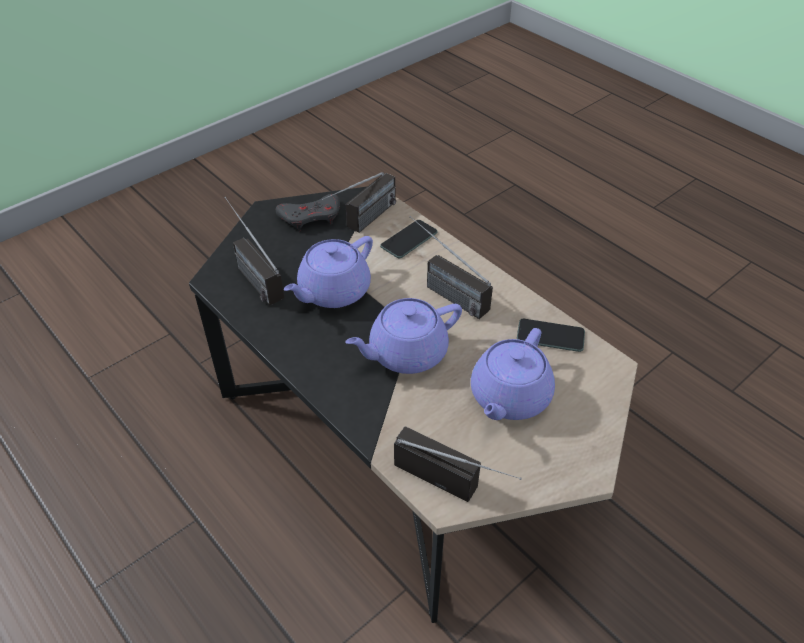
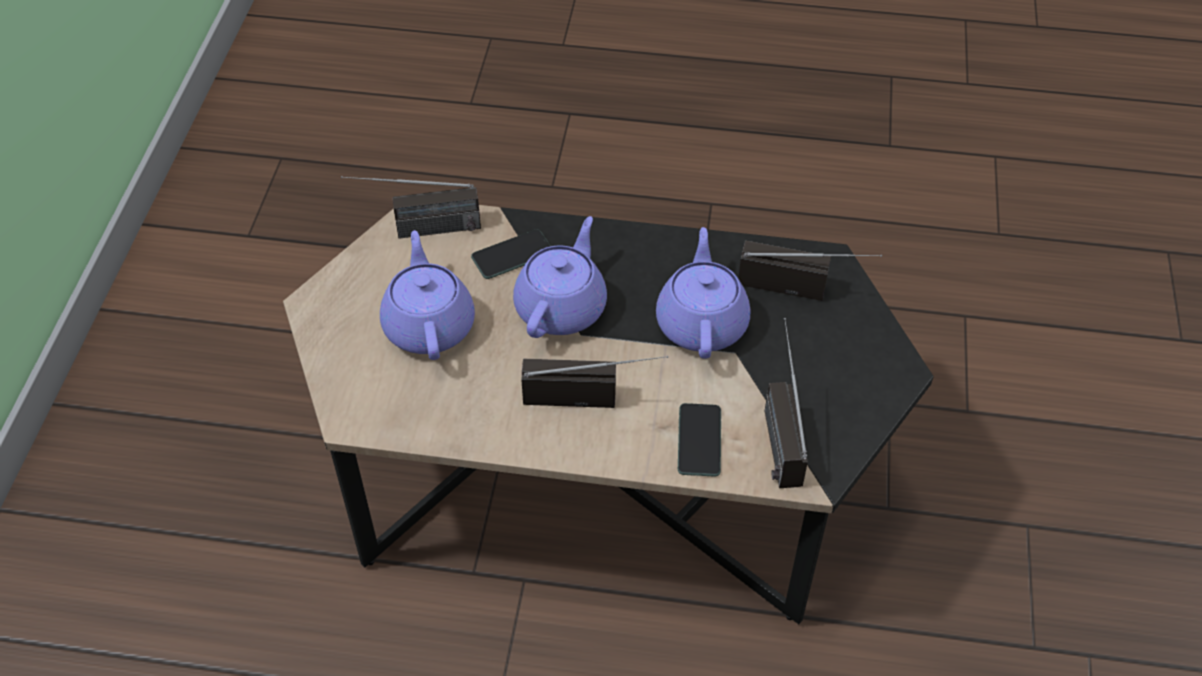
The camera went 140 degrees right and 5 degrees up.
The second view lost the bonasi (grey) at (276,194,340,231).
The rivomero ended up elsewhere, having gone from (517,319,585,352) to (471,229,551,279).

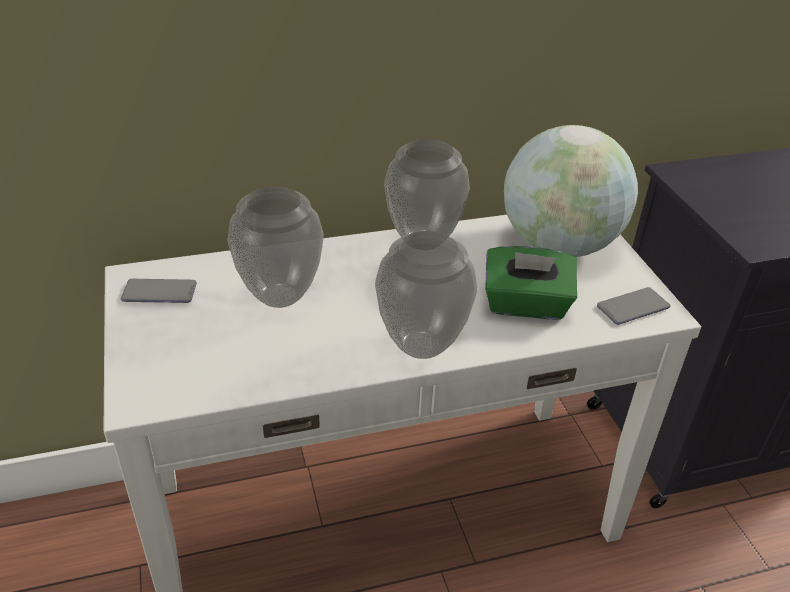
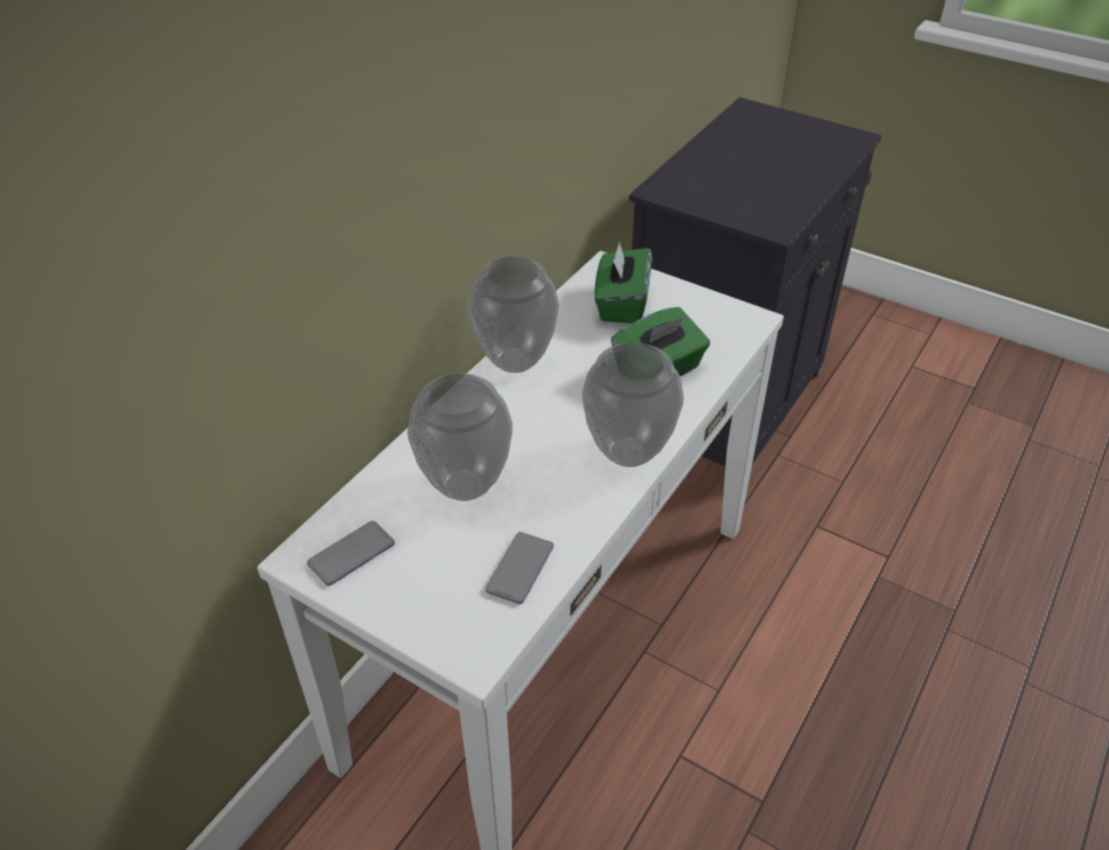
The camera went 40 degrees left and 5 degrees up.
Where the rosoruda stood at (504,125,638,257), the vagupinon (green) came to stand at (595,242,652,323).
The rivomero ended up elsewhere, having gone from (597,287,670,325) to (485,532,554,604).

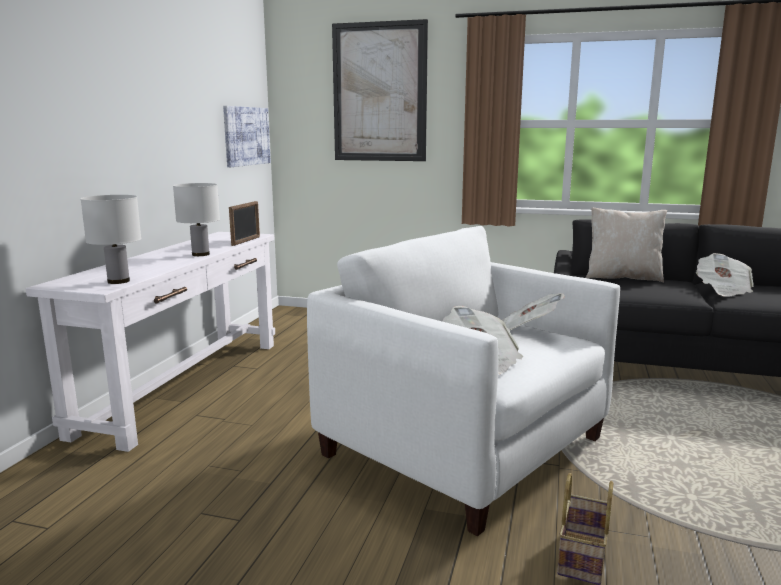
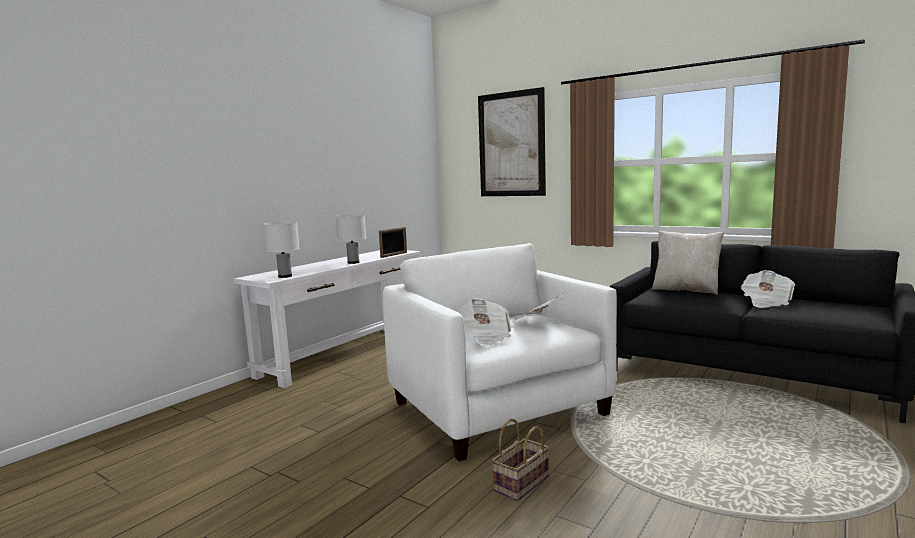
The camera went 20 degrees right and 5 degrees down.
The second view lost the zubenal at (223,106,271,167).

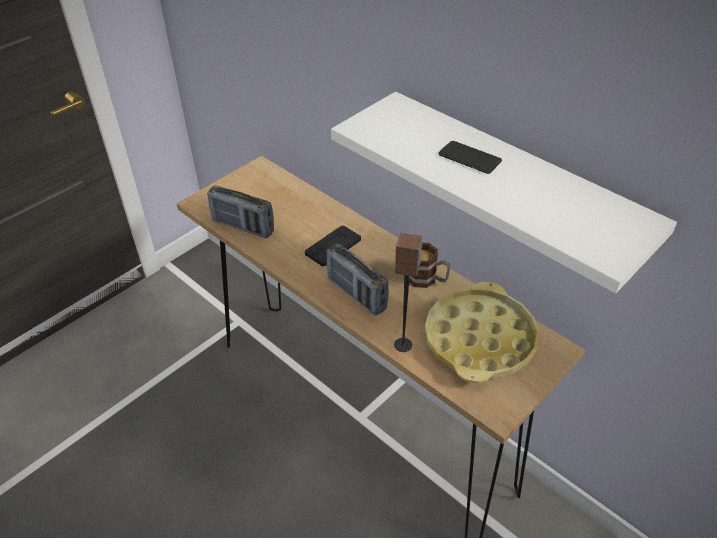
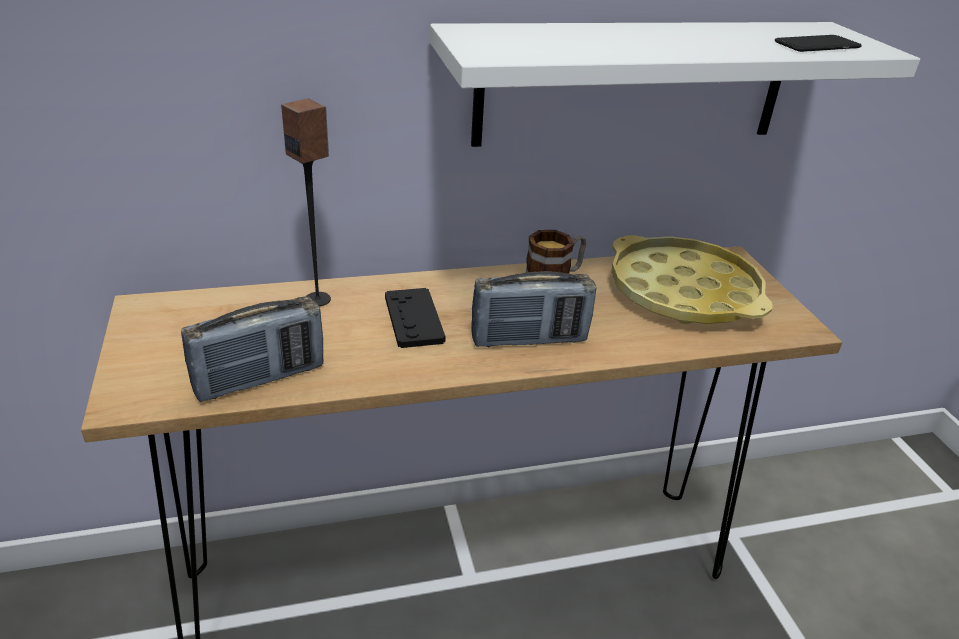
The camera went 60 degrees left and 10 degrees down.
The rivomero ended up elsewhere, having gone from (438,141,502,174) to (775,35,862,52).
The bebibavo ended up elsewhere, having gone from (394,233,423,352) to (281,99,331,306).

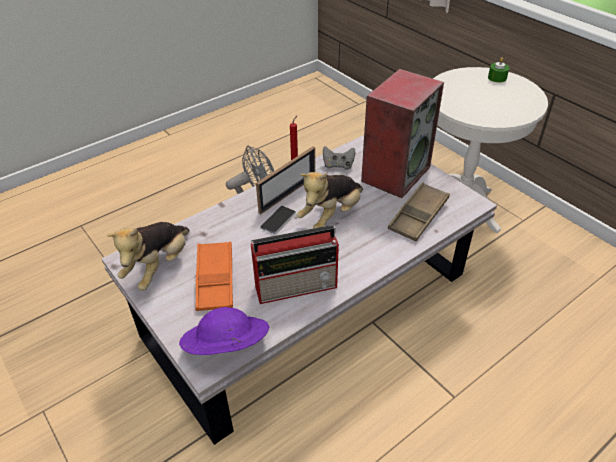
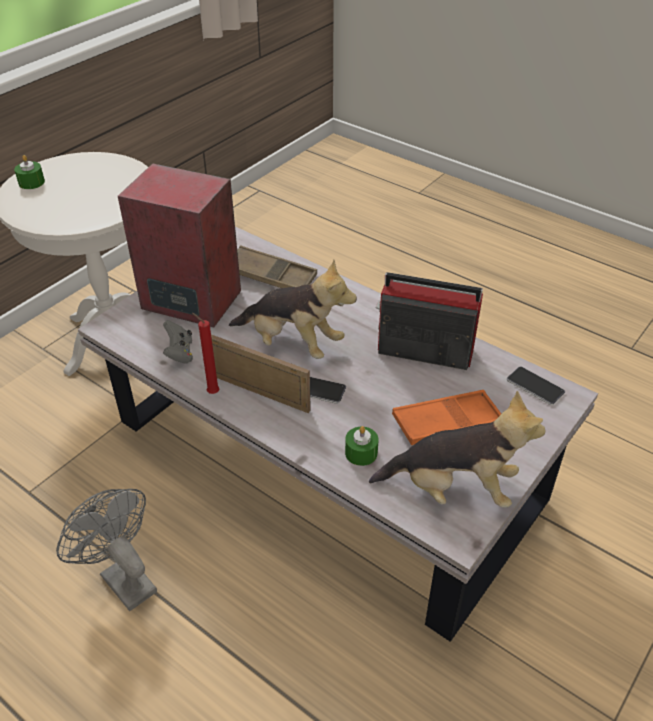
The camera went 105 degrees left and 0 degrees up.
The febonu at (251,226,340,304) ended up facing another way, 45 degrees counterclockwise from before.
Where the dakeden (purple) stood at (179,307,269,355), the rivomero came to stand at (507,367,565,405).
The second view gained the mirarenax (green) at (345,426,378,466).

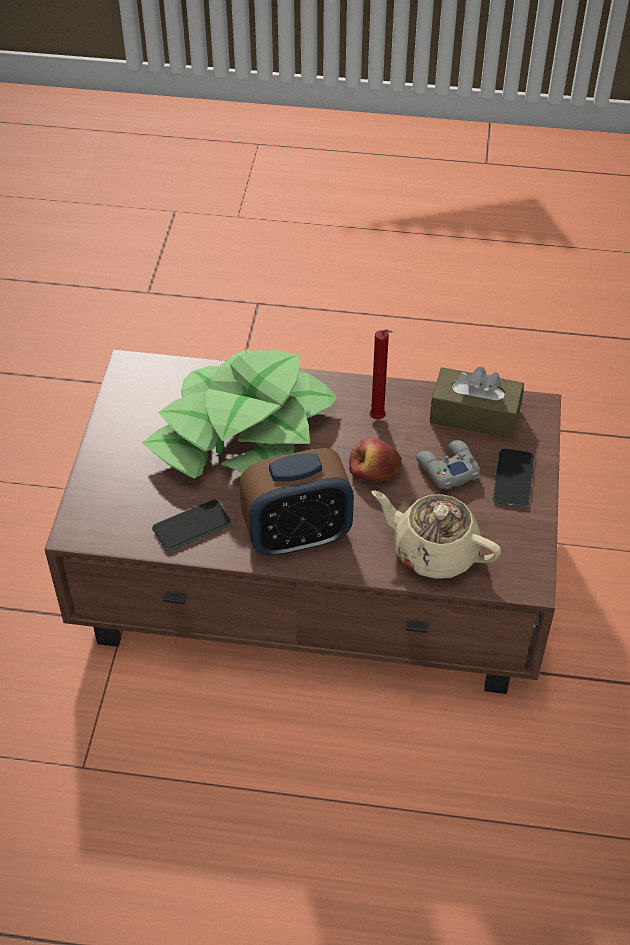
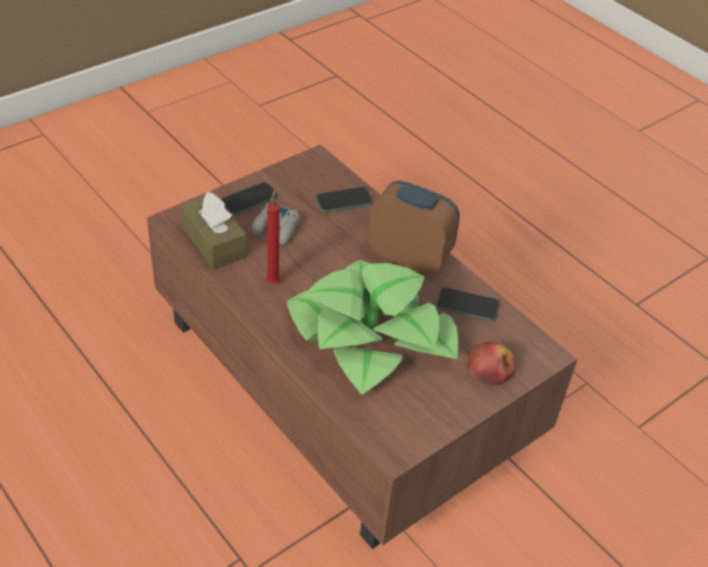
The camera went 140 degrees left and 5 degrees down.
The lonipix ended up elsewhere, having gone from (349,438,402,482) to (467,342,516,385).
Where the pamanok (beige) stood at (371,490,501,579), the rivomero came to stand at (315,187,373,213).

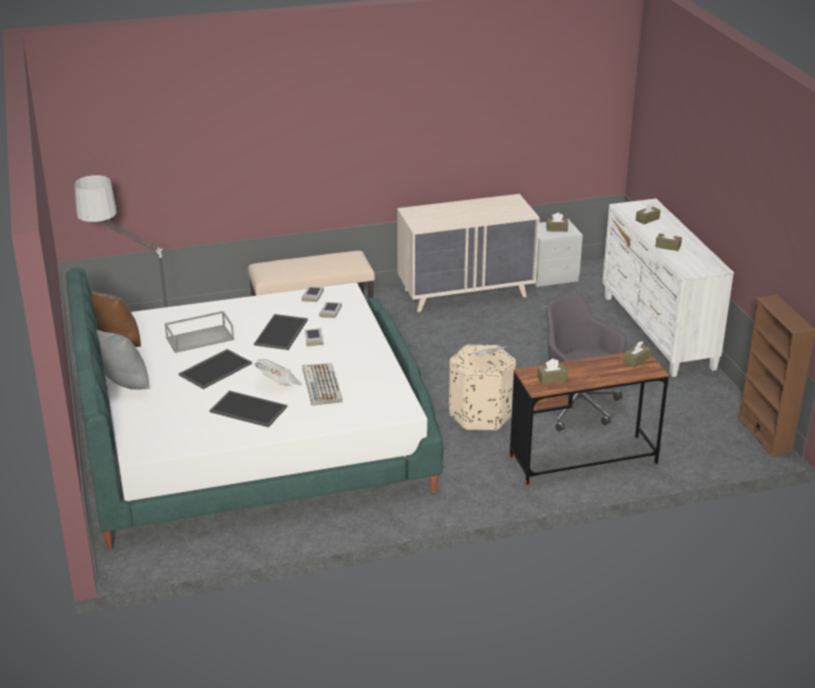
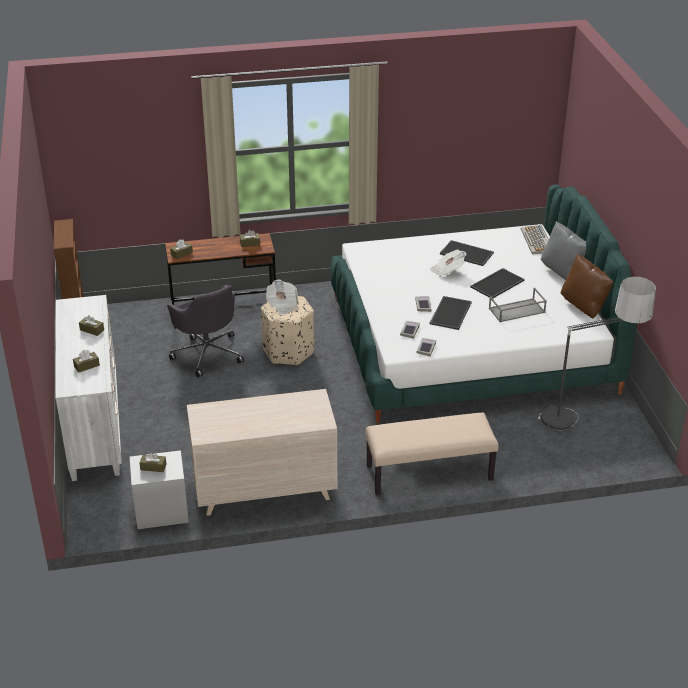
The camera went 175 degrees left and 5 degrees up.
The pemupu ended up elsewhere, having gone from (302,363,343,405) to (521,225,549,254).

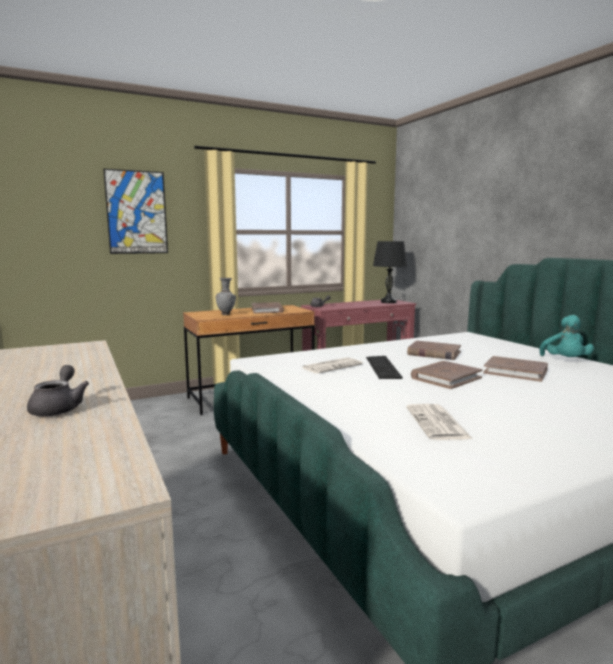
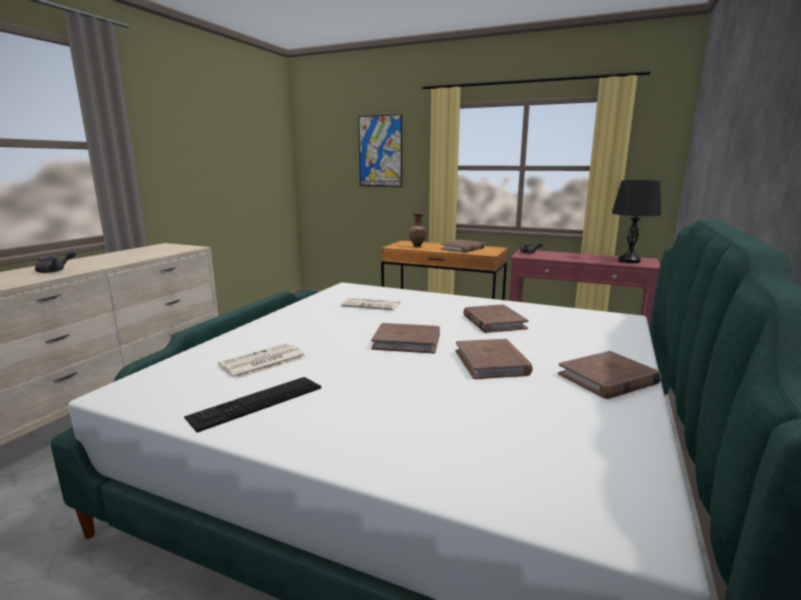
The camera went 50 degrees right and 5 degrees up.
What was the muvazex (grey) at (216,278,236,315) turned into the muvazex (brown) at (409,212,427,248).
Where the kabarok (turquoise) stood at (540,315,594,357), the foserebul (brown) came to stand at (558,351,662,399).
The pemupu ended up elsewhere, having gone from (366,356,402,379) to (184,377,321,433).

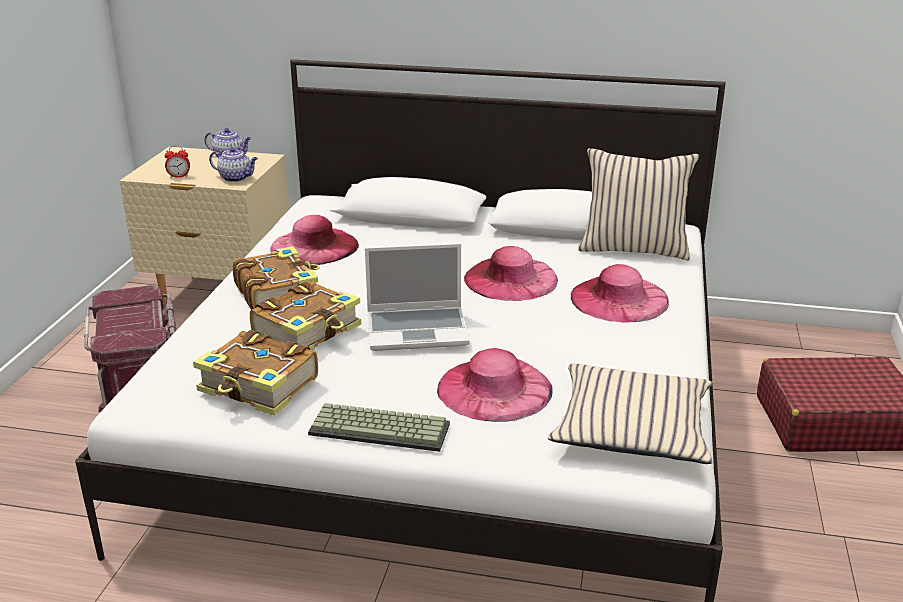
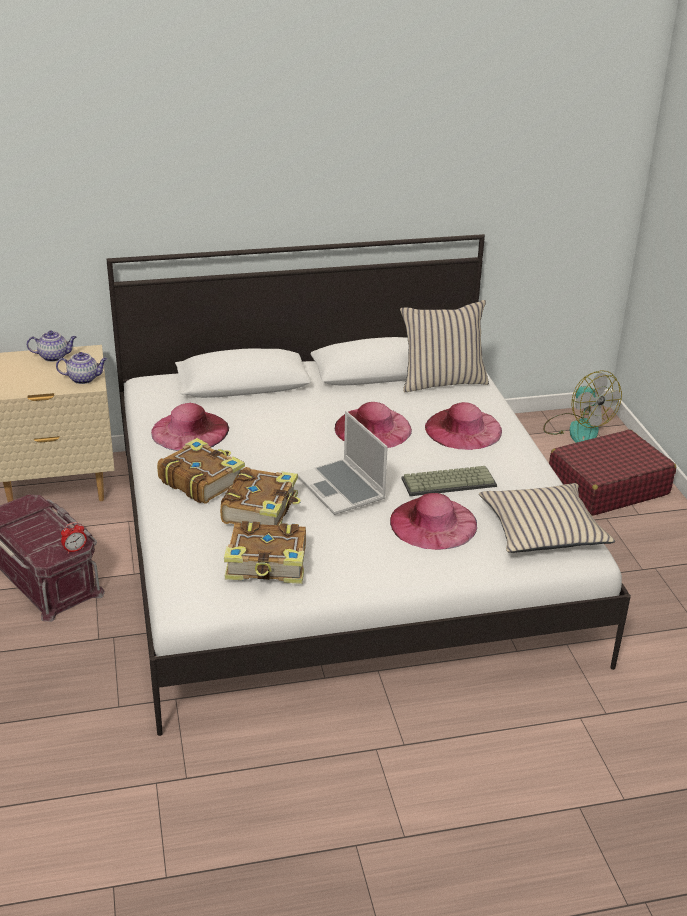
The camera went 25 degrees left and 5 degrees up.
The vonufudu ended up elsewhere, having gone from (164,146,190,178) to (61,522,87,554).
The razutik at (365,244,469,351) ended up facing another way, 90 degrees clockwise from before.
The pemupu ended up elsewhere, having gone from (308,403,450,452) to (402,466,497,496).
The second view gained the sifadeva at (543,370,622,443).

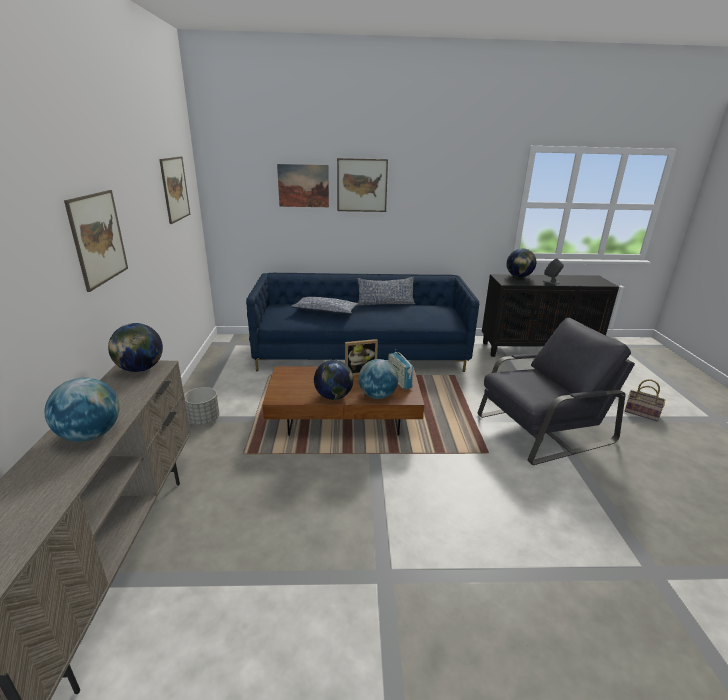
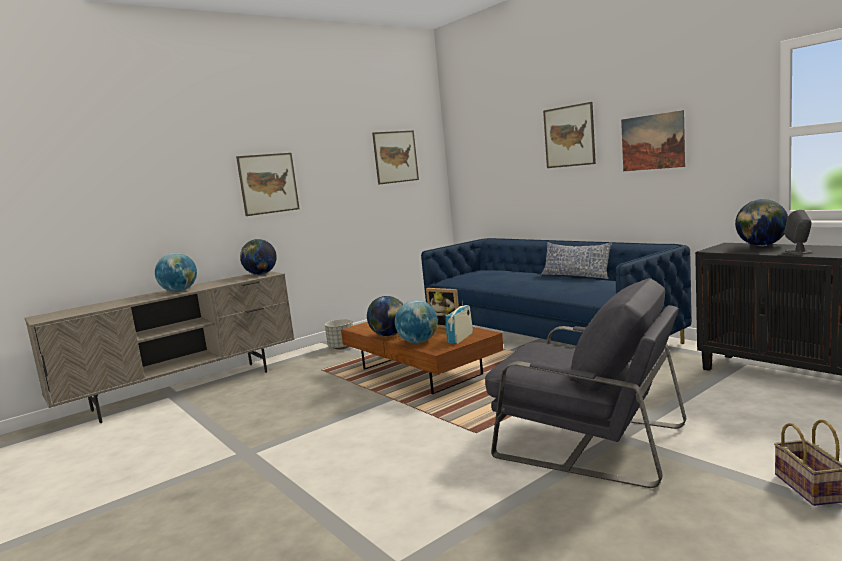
The camera went 55 degrees right and 15 degrees down.
The zubenal ended up elsewhere, having gone from (277,164,329,207) to (621,110,685,171).
The second view lost the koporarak at (290,297,359,315).

